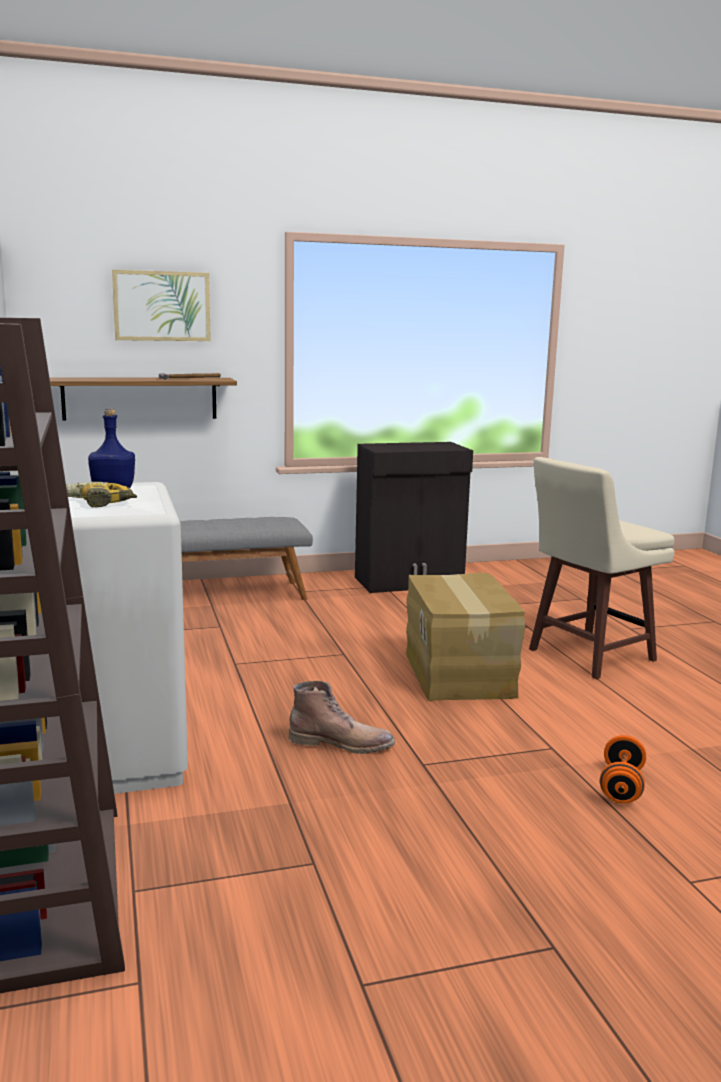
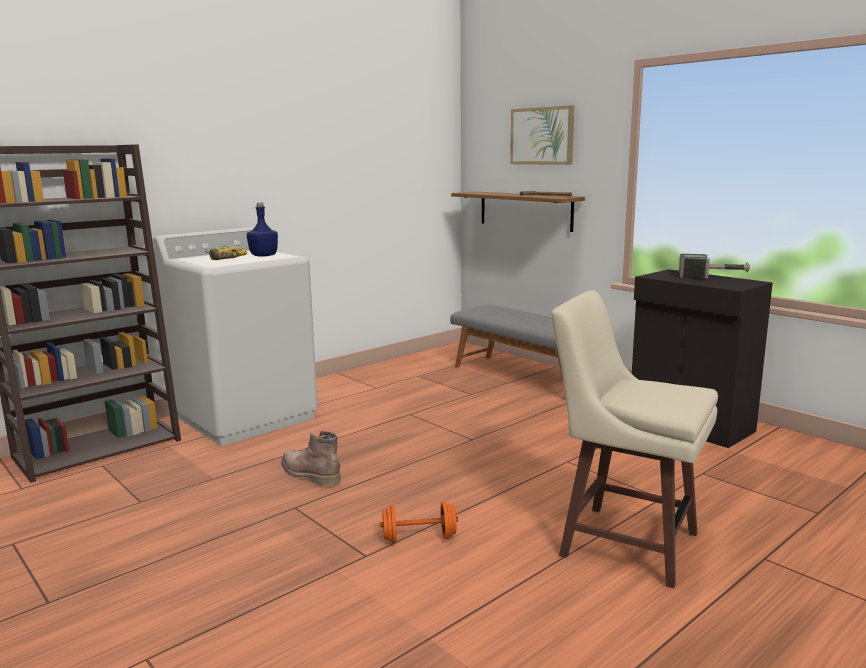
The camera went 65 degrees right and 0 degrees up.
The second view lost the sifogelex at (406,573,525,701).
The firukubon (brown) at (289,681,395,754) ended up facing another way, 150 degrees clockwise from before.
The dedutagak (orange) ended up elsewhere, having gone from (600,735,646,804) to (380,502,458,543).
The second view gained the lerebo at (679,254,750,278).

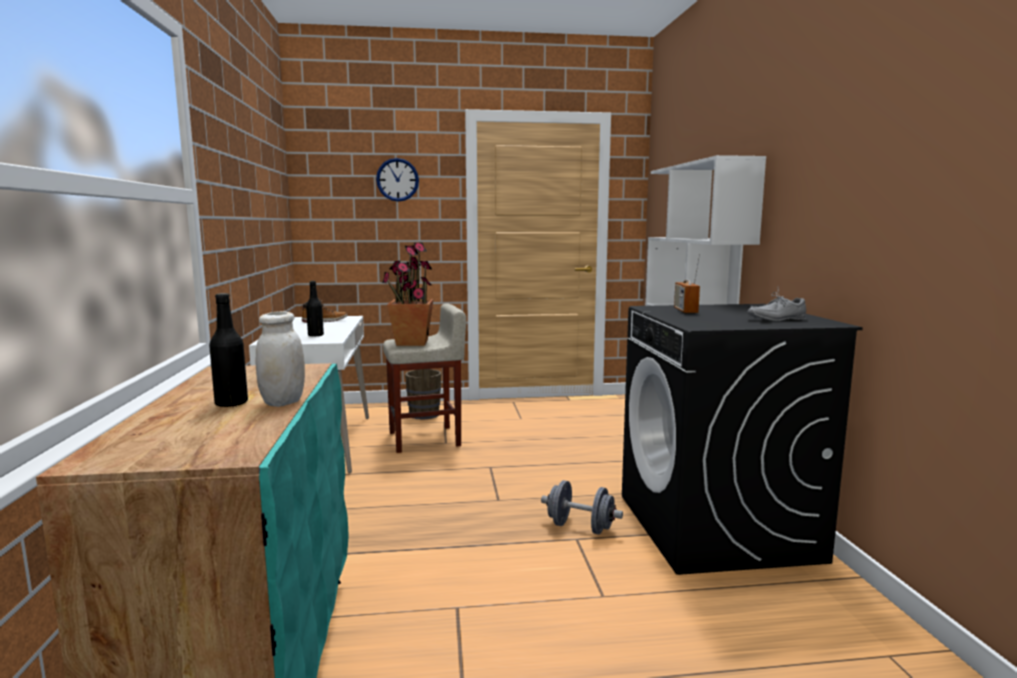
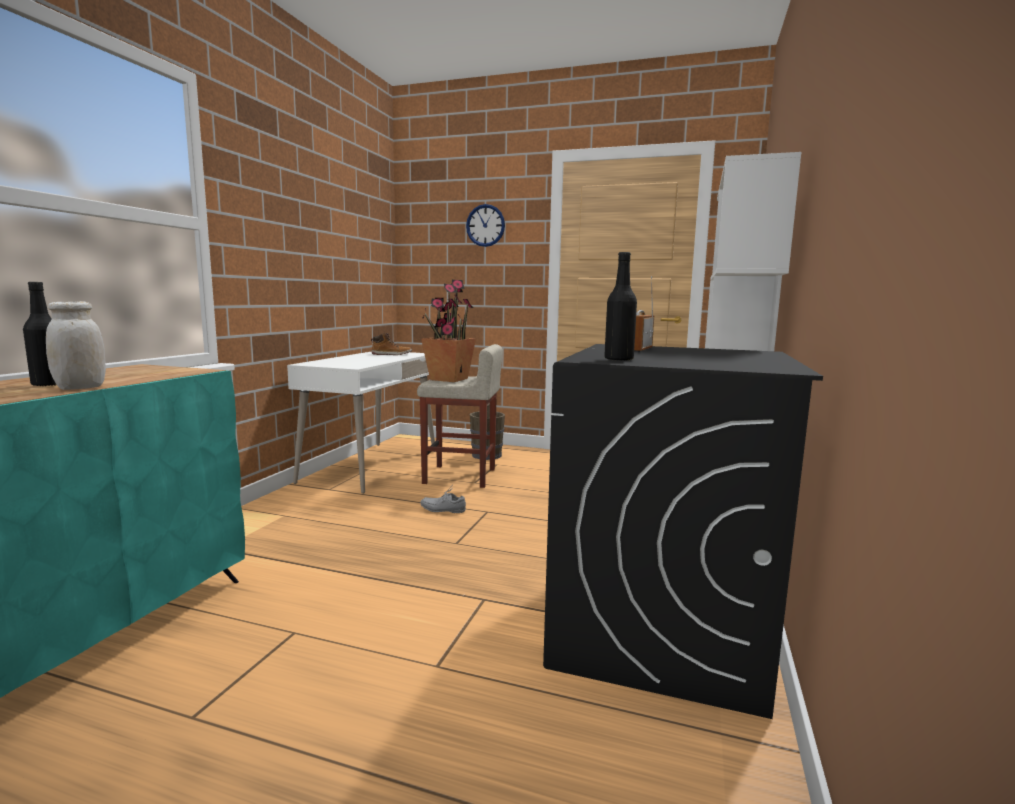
The camera went 25 degrees right and 0 degrees up.
The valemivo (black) ended up elsewhere, having gone from (306,281,324,337) to (604,252,637,361).
The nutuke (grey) ended up elsewhere, having gone from (748,289,806,321) to (420,486,466,513).
The second view lost the dedutagak (grey) at (541,480,623,534).

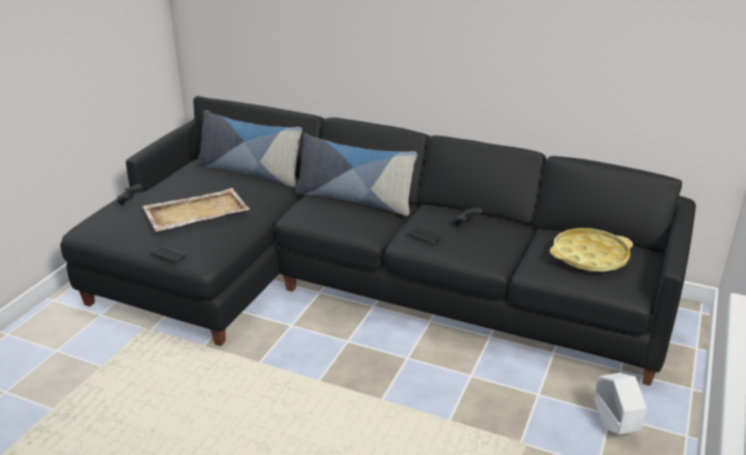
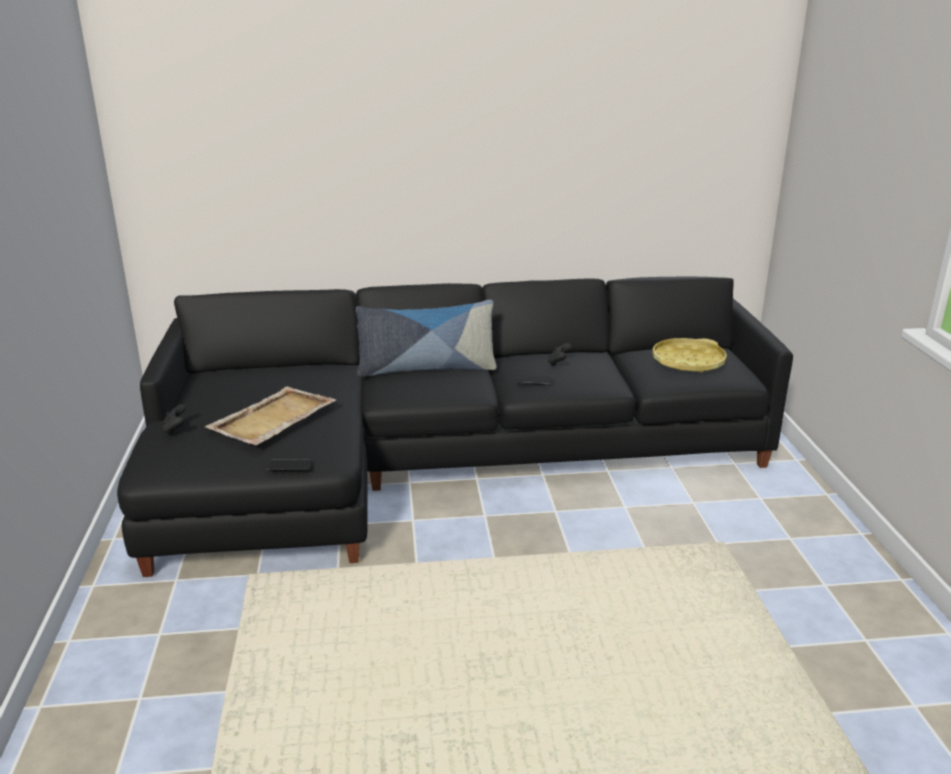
The camera went 30 degrees left and 5 degrees down.
The second view lost the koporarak at (197,110,302,187).
The second view lost the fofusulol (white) at (594,373,646,435).

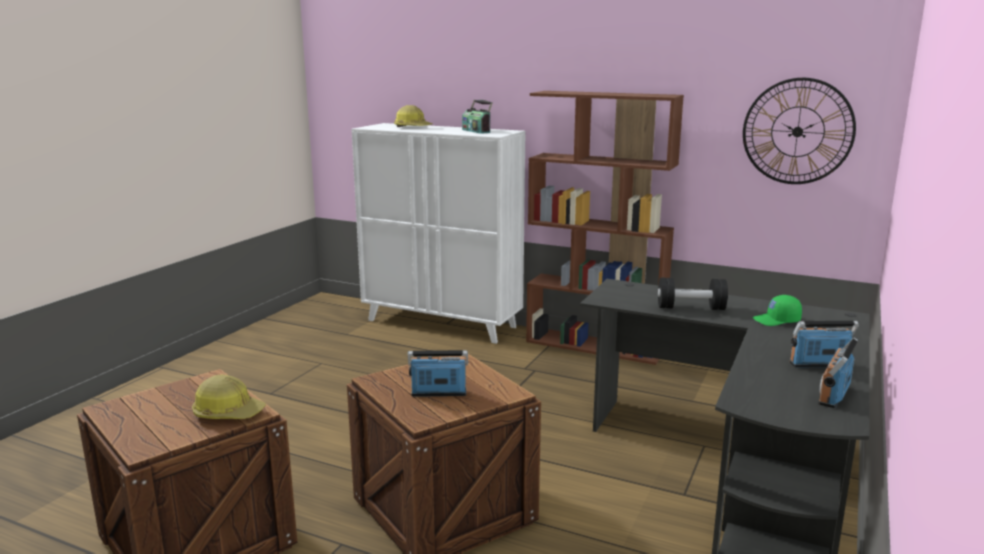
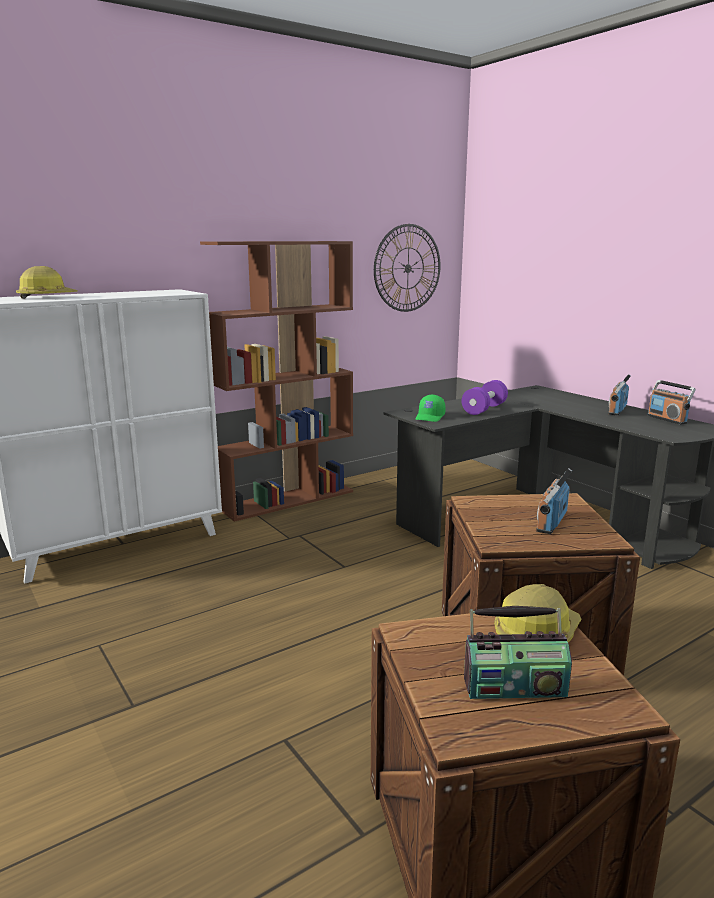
The camera went 60 degrees left and 0 degrees up.
The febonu ended up elsewhere, having gone from (462,100,493,134) to (464,606,572,699).
What was the dedutagak (black) at (658,277,728,310) turned into the dedutagak (purple) at (461,380,508,415).
The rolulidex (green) ended up elsewhere, having gone from (753,295,802,326) to (416,394,445,422).

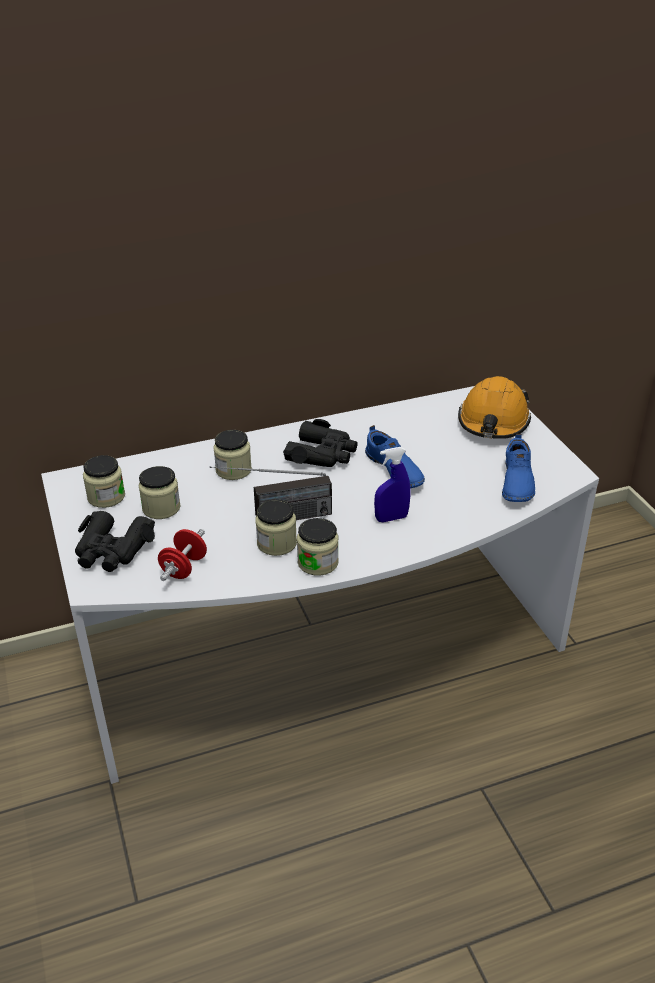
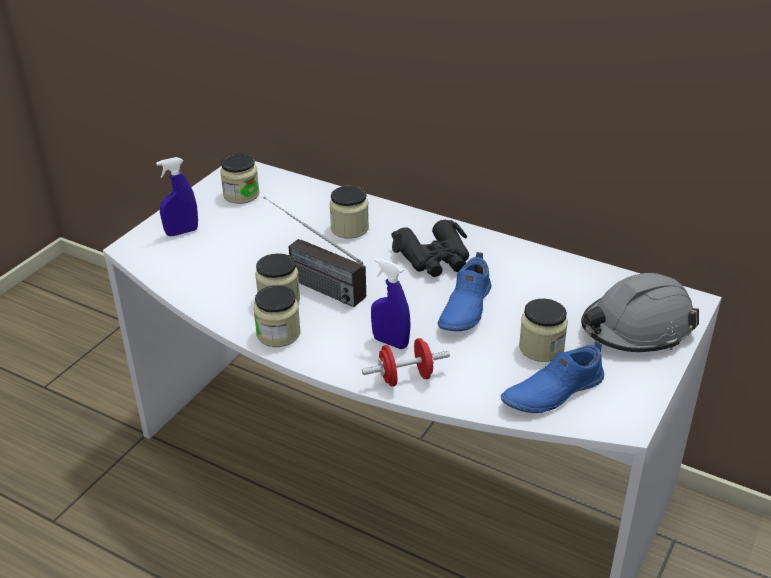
The camera went 50 degrees right and 0 degrees up.
What was the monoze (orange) at (458,376,531,439) turned into the monoze (grey) at (581,273,699,352).
The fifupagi ended up elsewhere, having gone from (138,466,181,519) to (519,299,568,362).
Where the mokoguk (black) stood at (75,511,155,572), the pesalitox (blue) came to stand at (156,157,198,236).
The dedutagak (red) ended up elsewhere, having gone from (158,529,207,581) to (362,338,450,387).

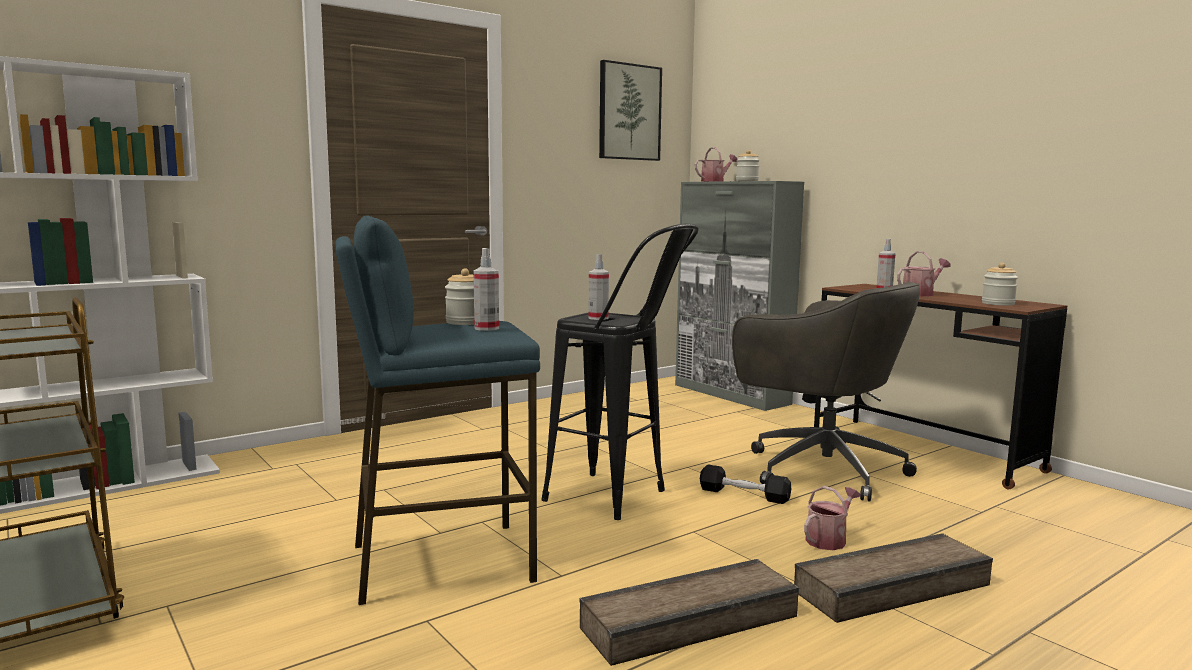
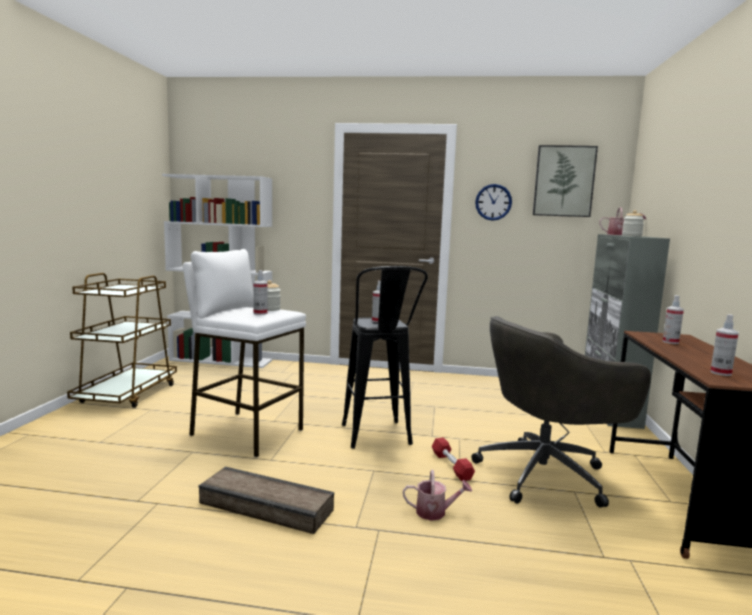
The camera went 45 degrees right and 0 degrees up.
What was the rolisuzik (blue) at (336,216,540,605) turned into the rolisuzik (white) at (183,249,306,457).
The second view lost the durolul at (897,251,951,296).
Where the fifupagi stood at (982,263,1018,306), the pesalitox came to stand at (710,314,739,376).
The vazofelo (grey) at (732,282,920,501) ended up facing another way, 75 degrees clockwise from before.
What was the dedutagak (black) at (700,465,791,504) turned into the dedutagak (red) at (431,437,475,481).
The second view lost the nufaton at (794,533,993,623).
The second view gained the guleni at (475,184,512,221).

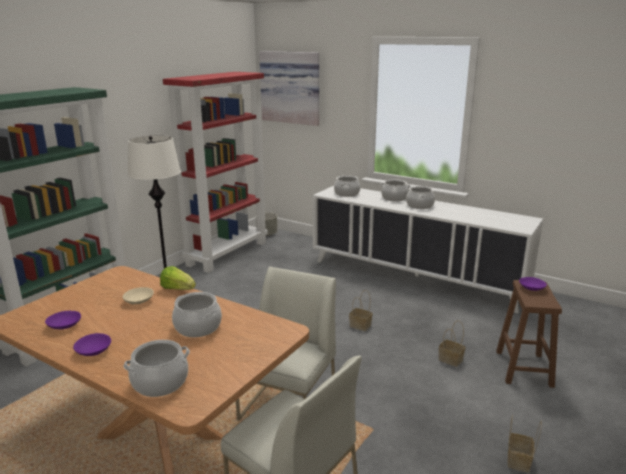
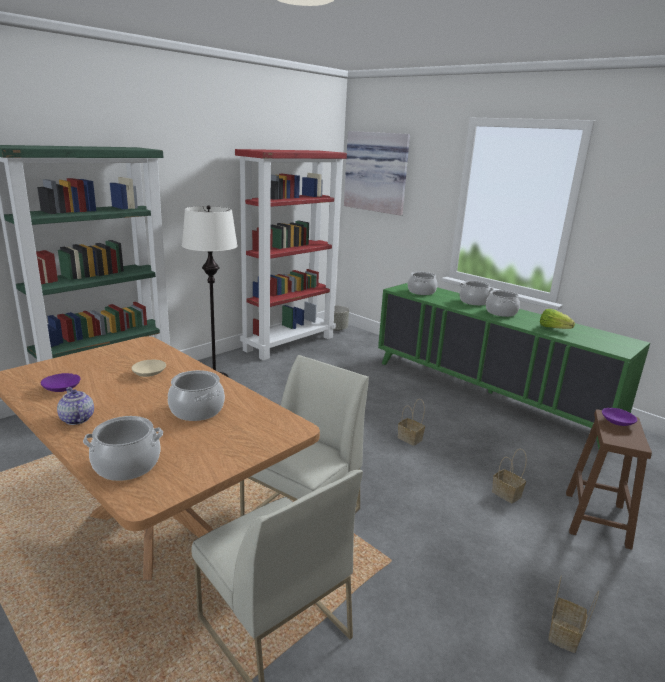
The camera went 10 degrees right and 0 degrees up.
What was the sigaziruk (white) at (313,186,543,313) turned into the sigaziruk (green) at (378,283,650,449).
The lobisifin ended up elsewhere, having gone from (160,266,196,290) to (540,309,575,329).
Where the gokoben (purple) stood at (73,333,111,356), the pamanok came to stand at (57,387,94,425).

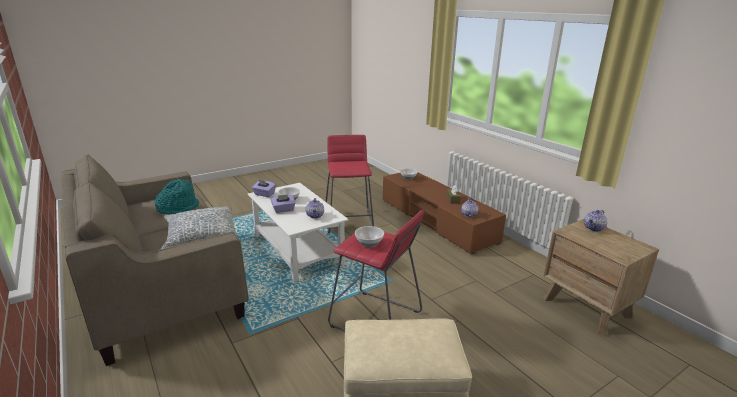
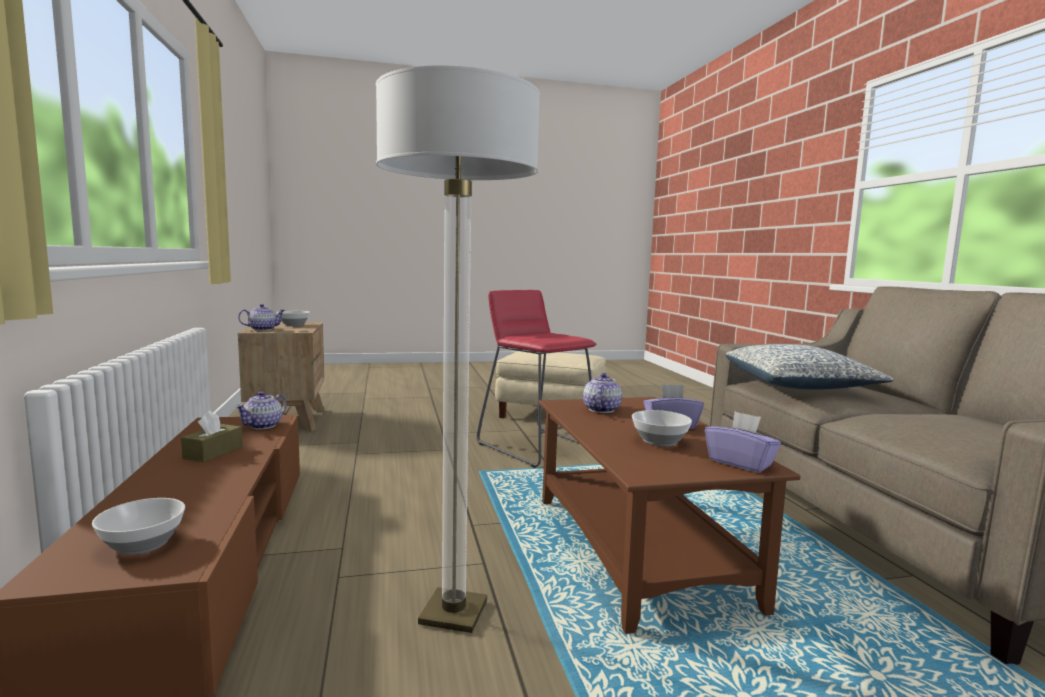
The camera went 160 degrees left and 15 degrees down.
Where the rolisuzik (red) stood at (325,135,374,233), the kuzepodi came to stand at (376,65,540,633).
The second view lost the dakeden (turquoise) at (154,179,199,215).
What was the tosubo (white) at (248,183,349,282) turned into the tosubo (brown) at (539,397,800,634).
The gokoben ended up elsewhere, having gone from (355,226,384,248) to (277,311,310,326).

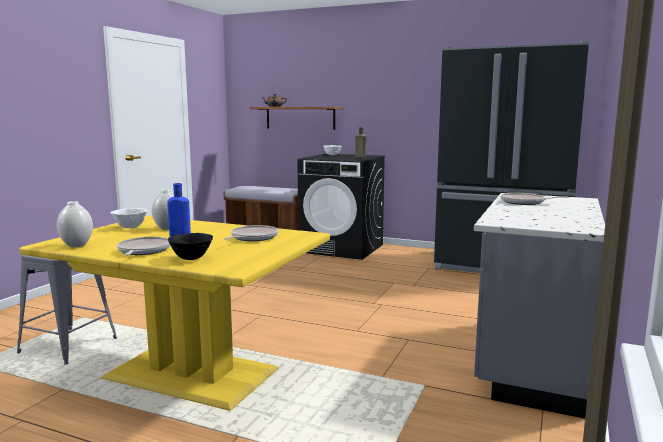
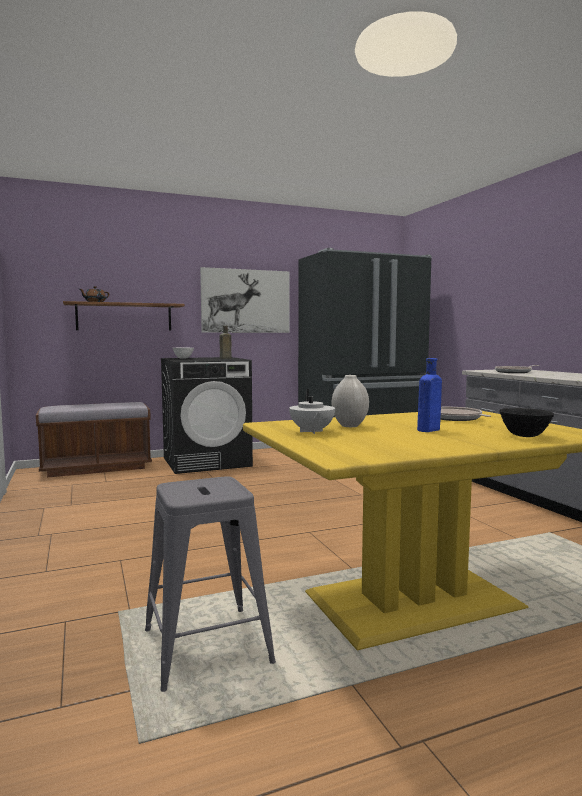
The camera went 45 degrees left and 5 degrees down.
The second view lost the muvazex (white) at (57,201,93,248).
Where the gokoben (white) stood at (110,208,147,228), the pamanok (white) came to stand at (289,389,335,434).
The second view lost the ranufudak at (117,236,170,255).
The second view gained the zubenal at (200,267,289,333).

